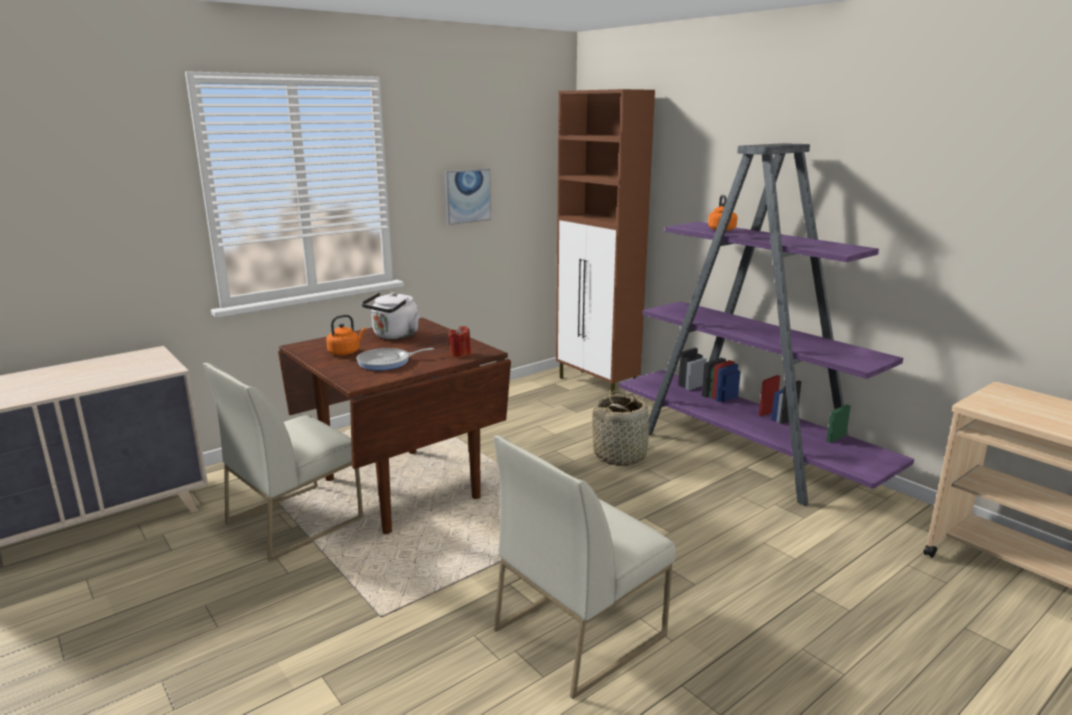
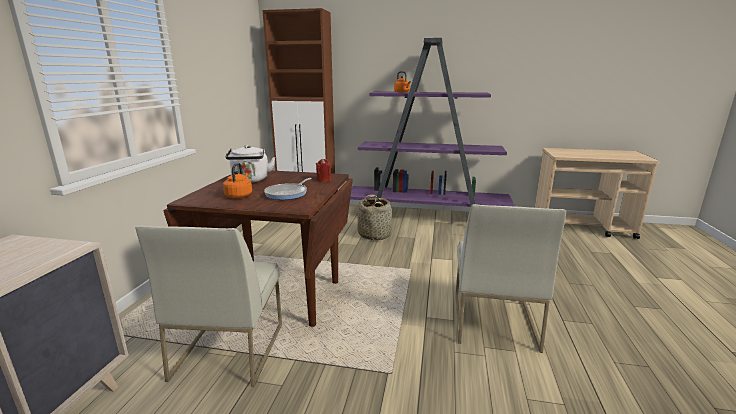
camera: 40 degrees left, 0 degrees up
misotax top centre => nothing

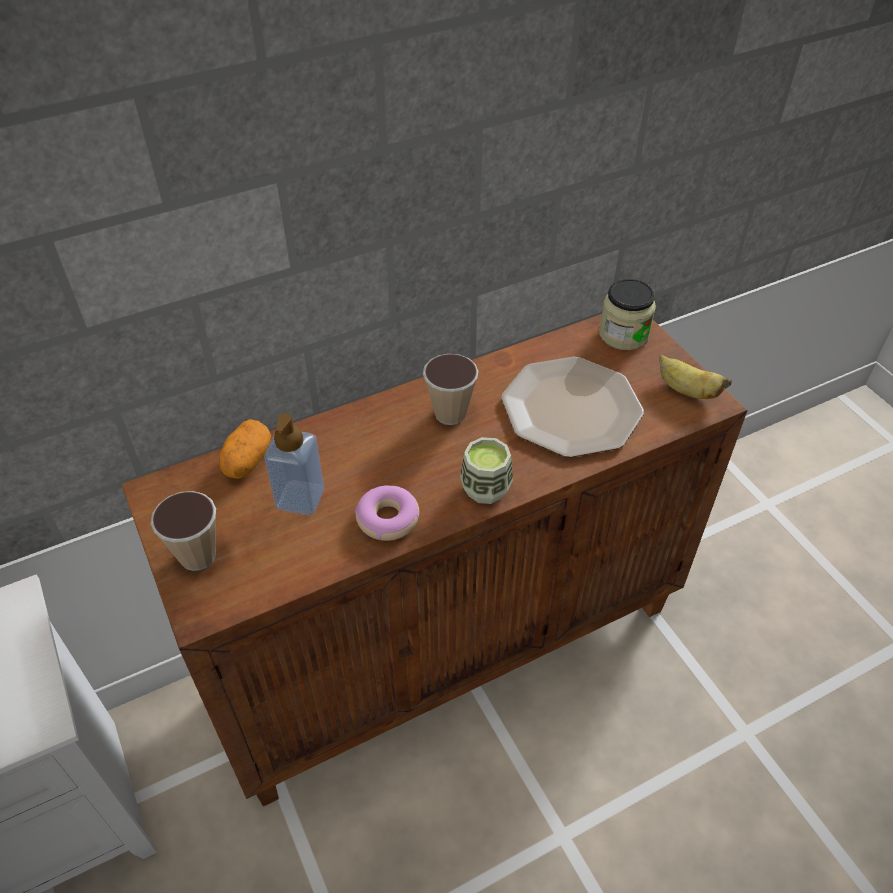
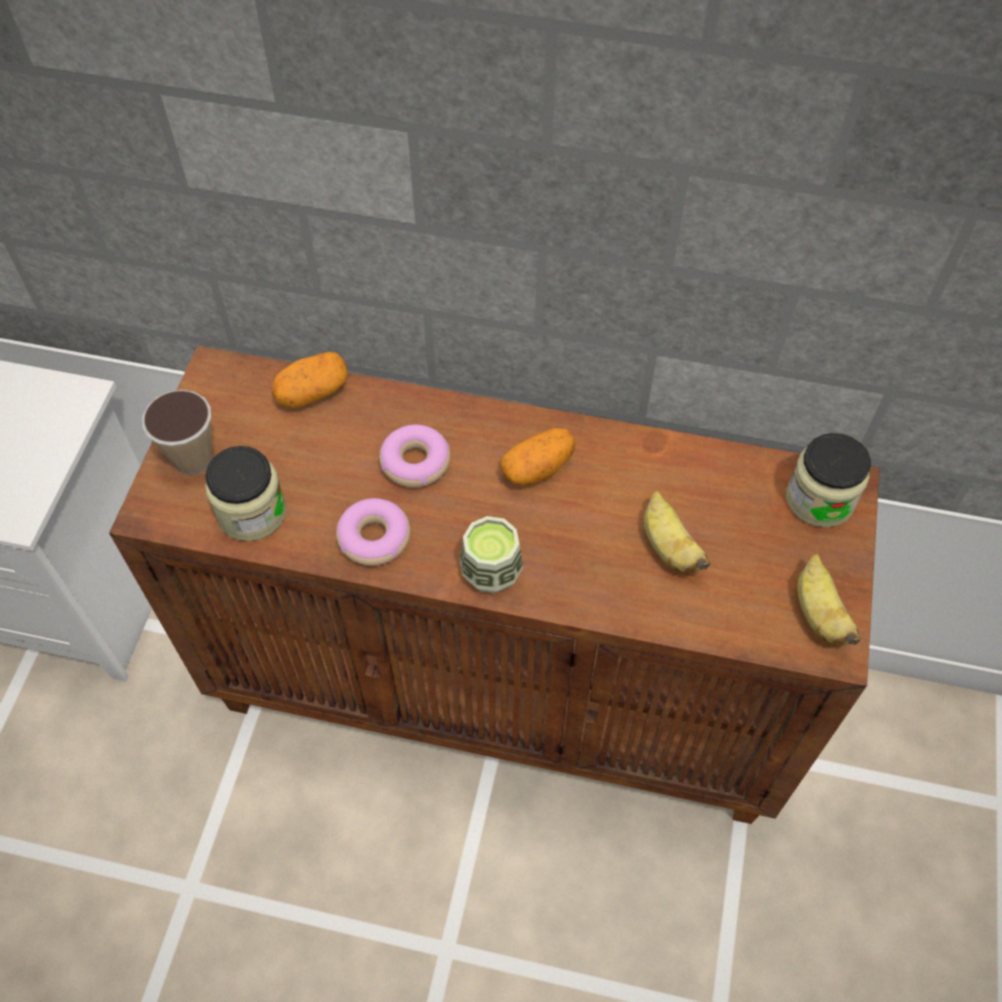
camera: 40 degrees right, 10 degrees up
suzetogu middle left => nothing
nothing => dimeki (1st from left) middle left
nothing => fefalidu (2nd from left) centre
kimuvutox (2nd from left) centre => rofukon (2nd from left) centre
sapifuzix centre => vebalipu (1st from left) middle right

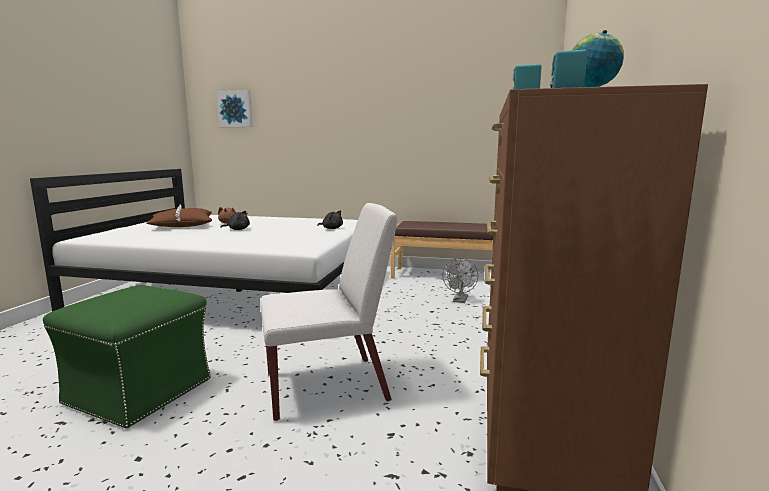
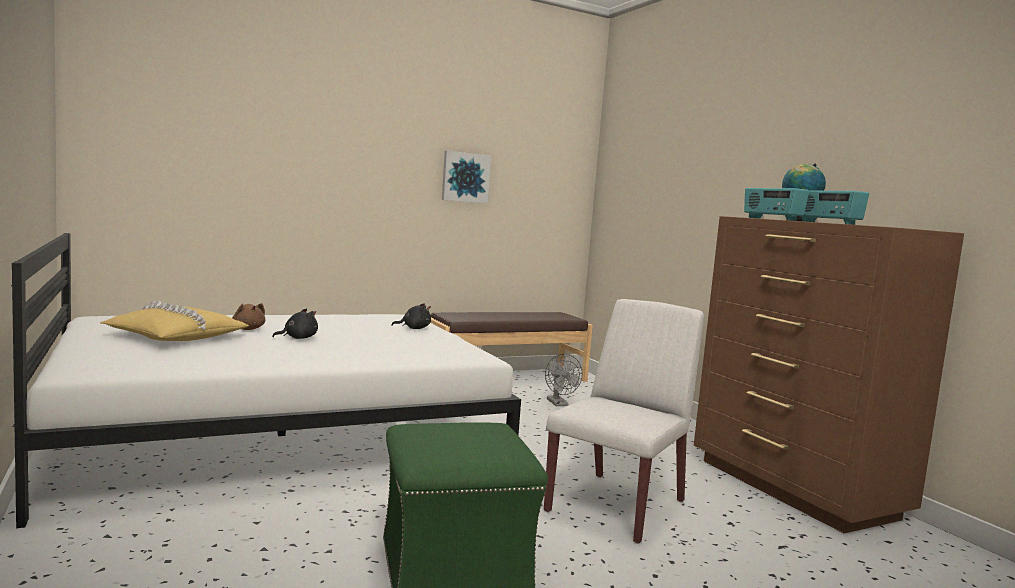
camera: 40 degrees left, 5 degrees down
misotax top left => misotax top centre, moved
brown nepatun middle left => yellow nepatun middle left

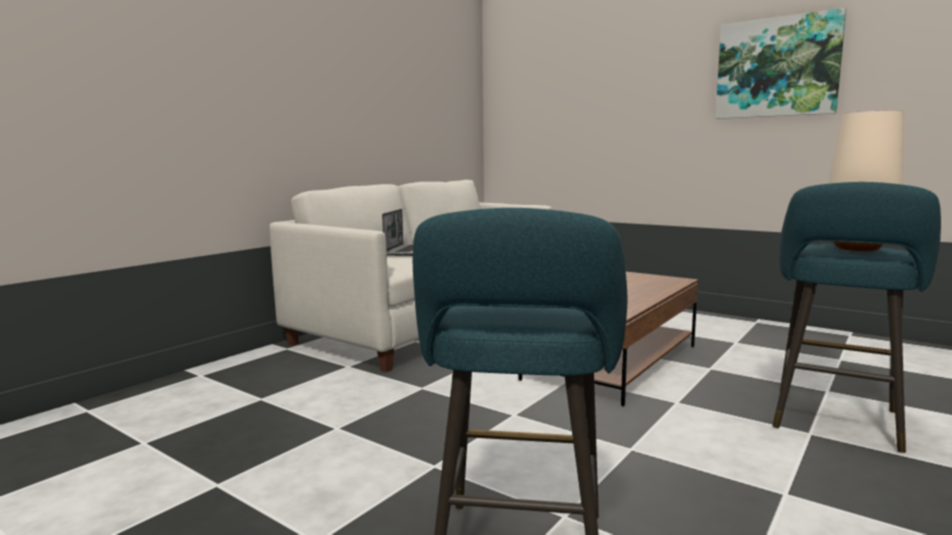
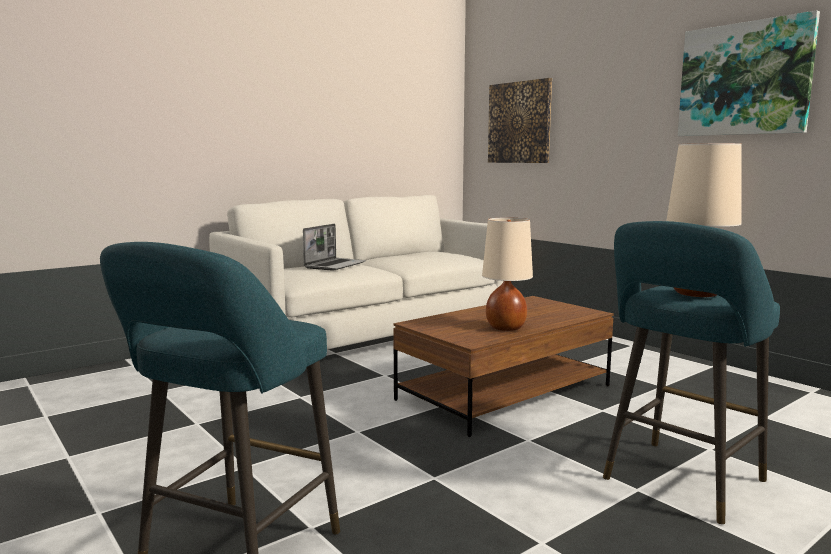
camera: 15 degrees right, 0 degrees up
nothing => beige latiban (1st from left) centre
nothing => misotax (1st from left) top centre

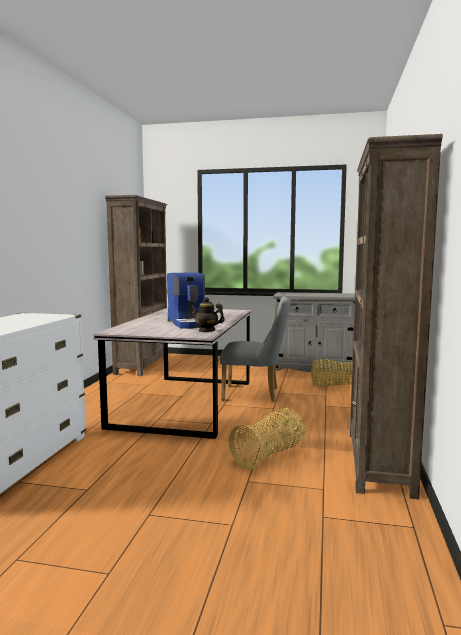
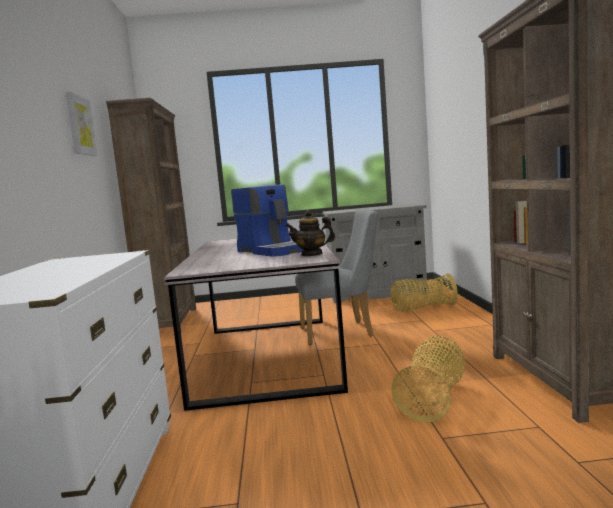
camera: 15 degrees left, 0 degrees up
nothing => misotax top left

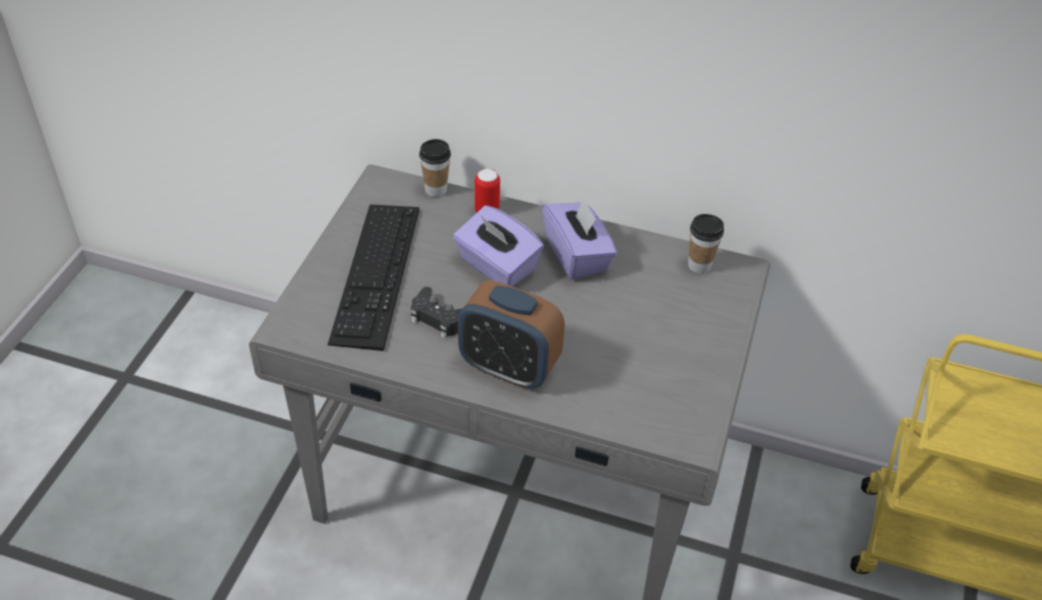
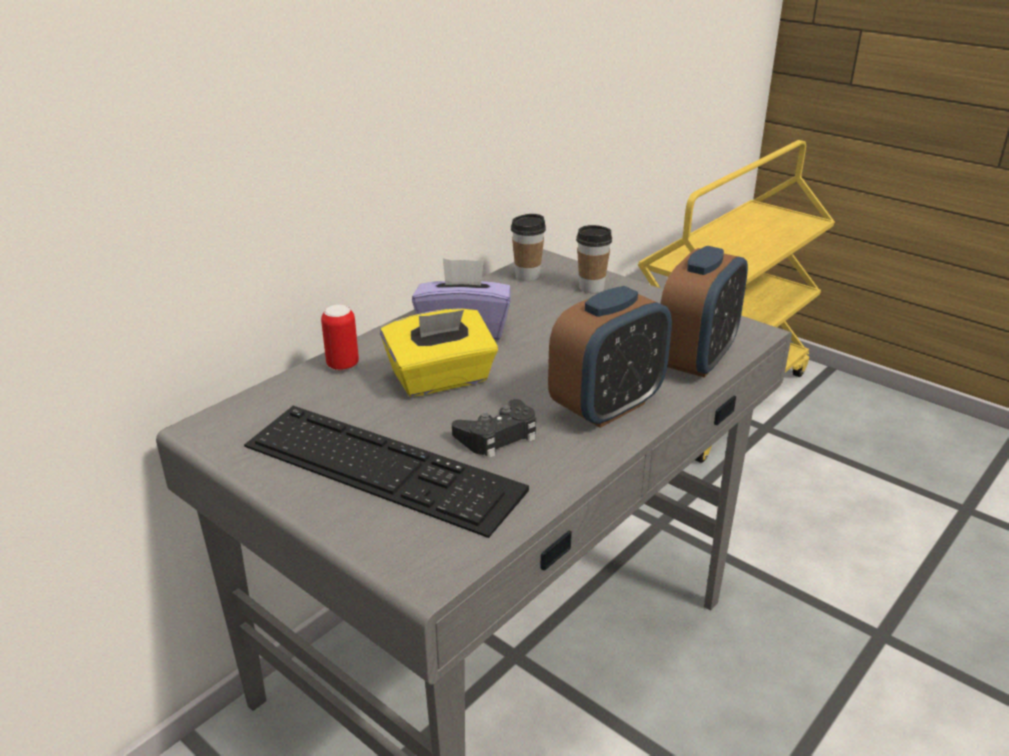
camera: 65 degrees left, 15 degrees down
nothing => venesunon (2nd from left) middle right
kimuvutox (1st from left in the first image) top centre => kimuvutox (2nd from left) centre, moved
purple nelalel (1st from left) centre => yellow nelalel centre

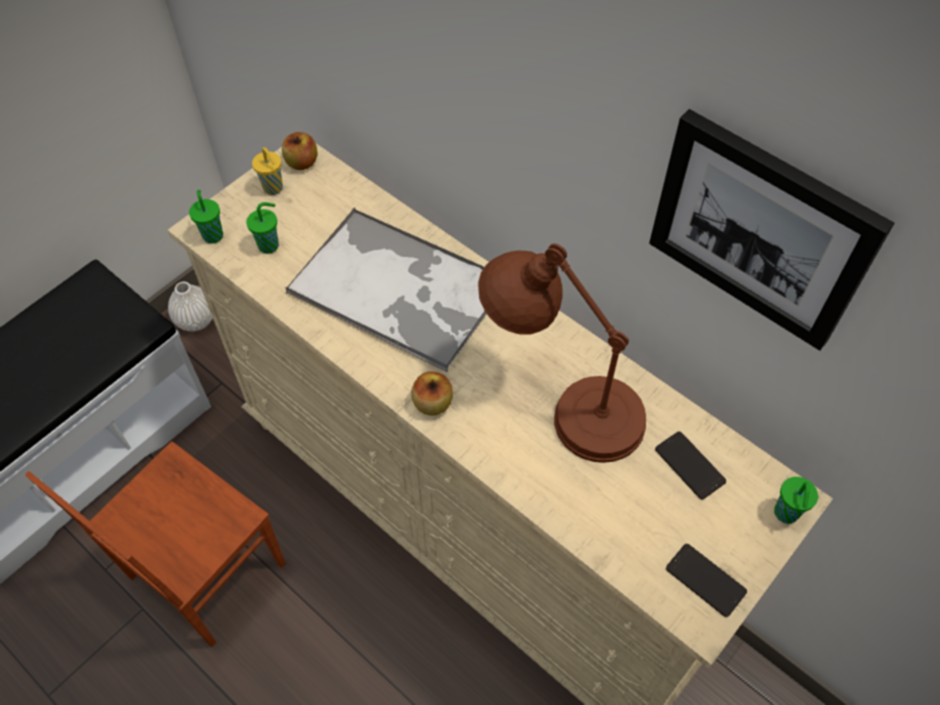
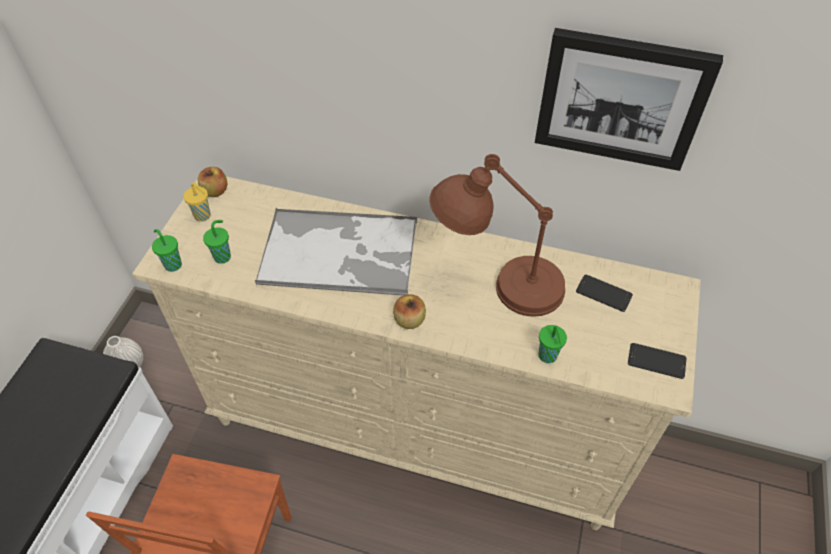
camera: 25 degrees left, 5 degrees down
green kimuvutox (3rd from left) bottom right => green kimuvutox (3rd from left) centre, moved

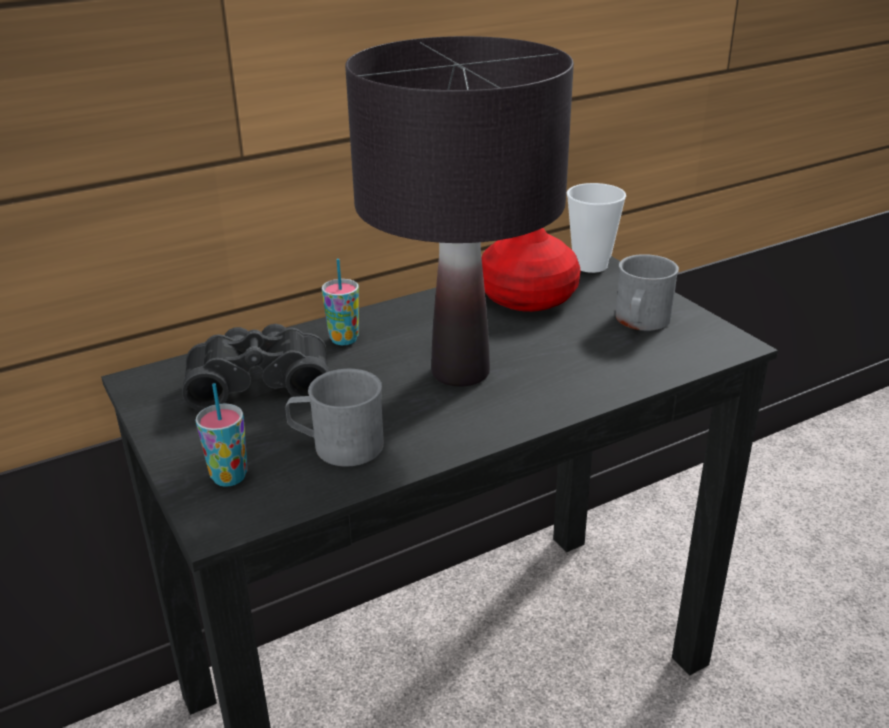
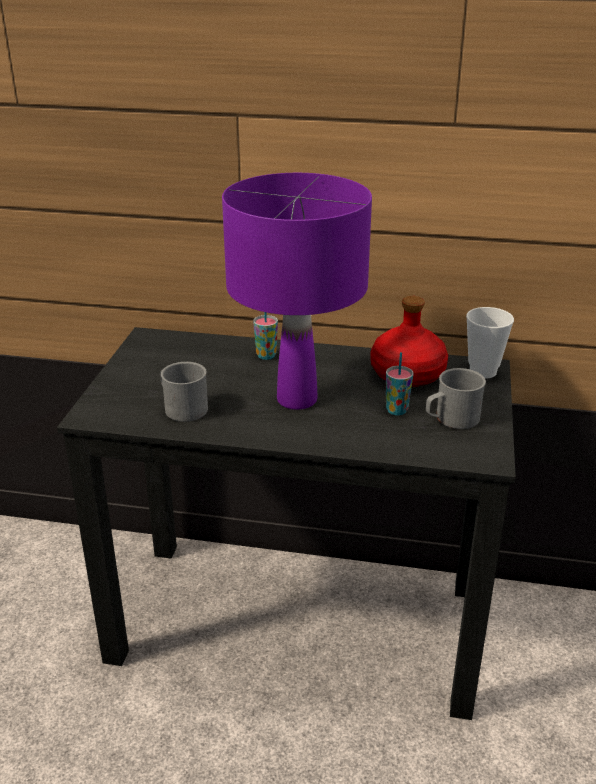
camera: 40 degrees right, 0 degrees up
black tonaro middle left => nothing
kimuvutox (1st from left in the first image) middle left => kimuvutox (2nd from left) middle right, moved
black latiban top centre => purple latiban centre

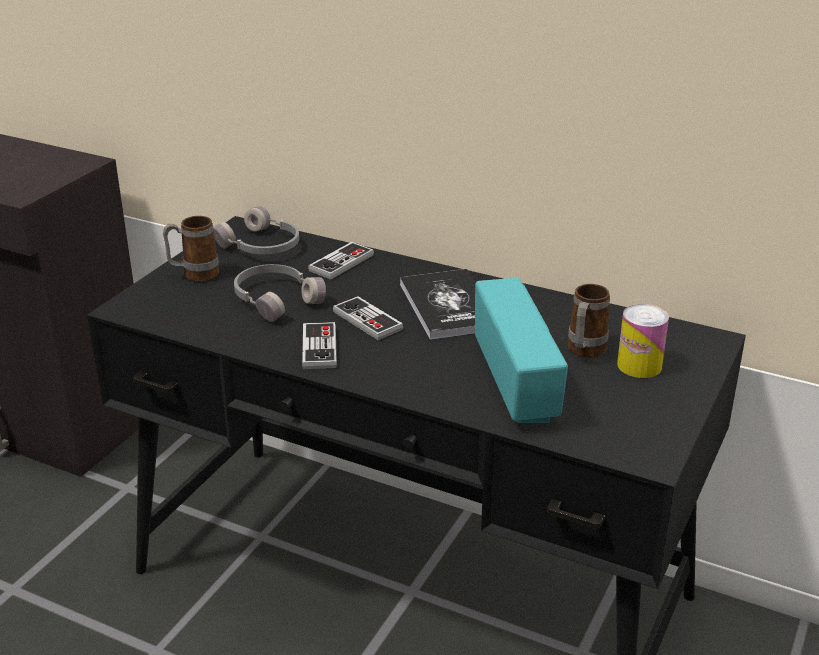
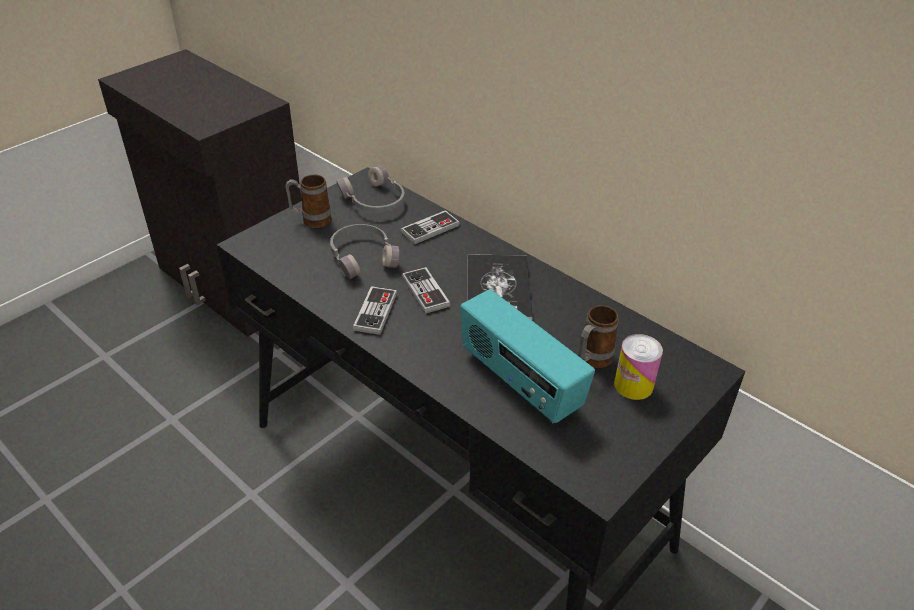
camera: 15 degrees right, 10 degrees up
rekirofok centre, 135 degrees clockwise

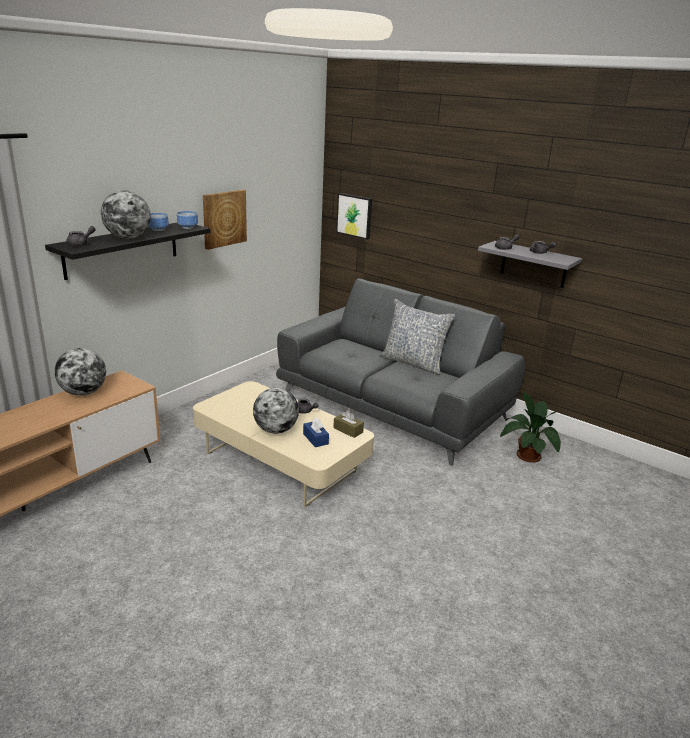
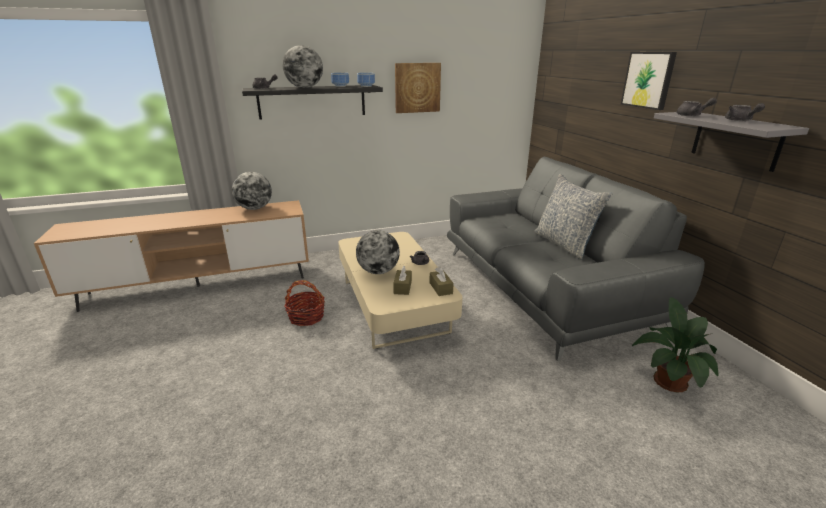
camera: 35 degrees right, 0 degrees up
nothing => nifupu centre
misotax (2nd from left) top centre => misotax (2nd from left) top right, moved
blue nelalel centre => brown nelalel (1st from left) centre

